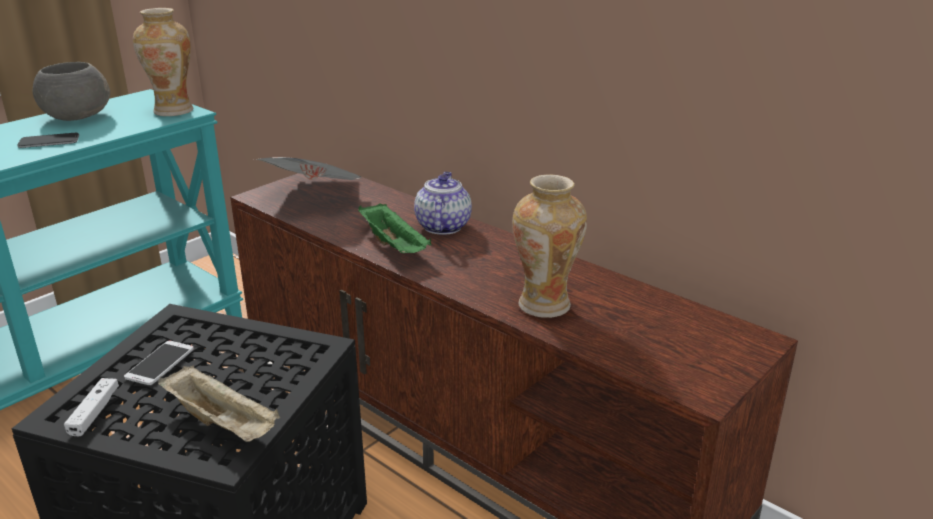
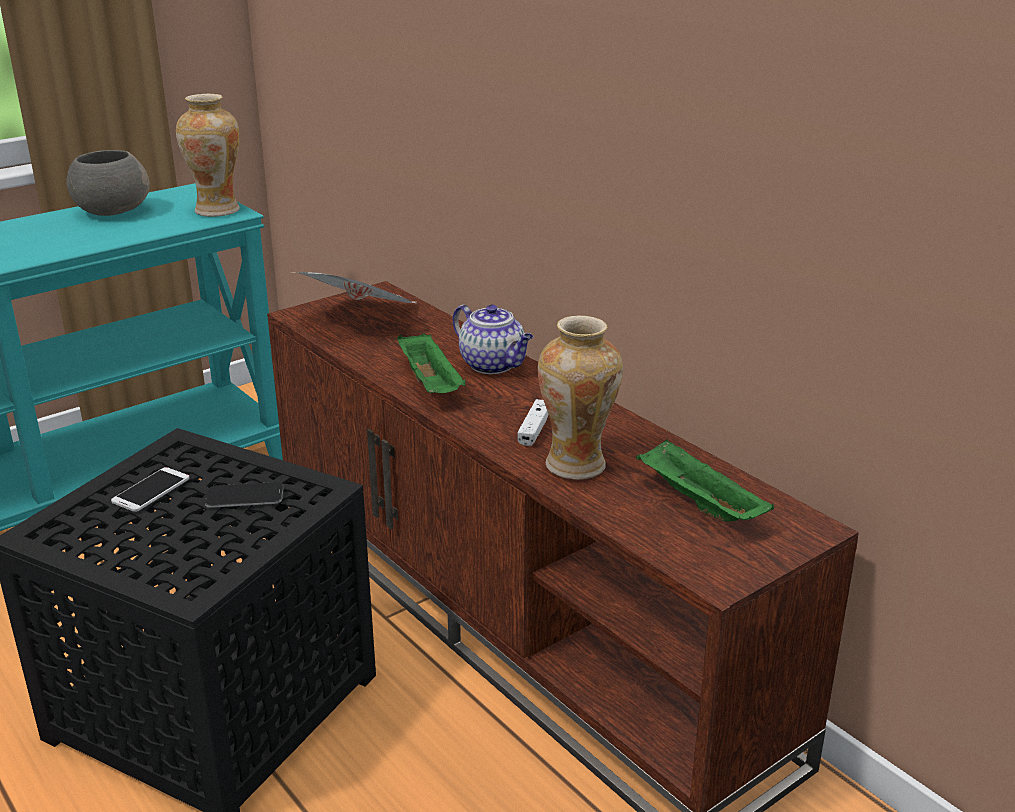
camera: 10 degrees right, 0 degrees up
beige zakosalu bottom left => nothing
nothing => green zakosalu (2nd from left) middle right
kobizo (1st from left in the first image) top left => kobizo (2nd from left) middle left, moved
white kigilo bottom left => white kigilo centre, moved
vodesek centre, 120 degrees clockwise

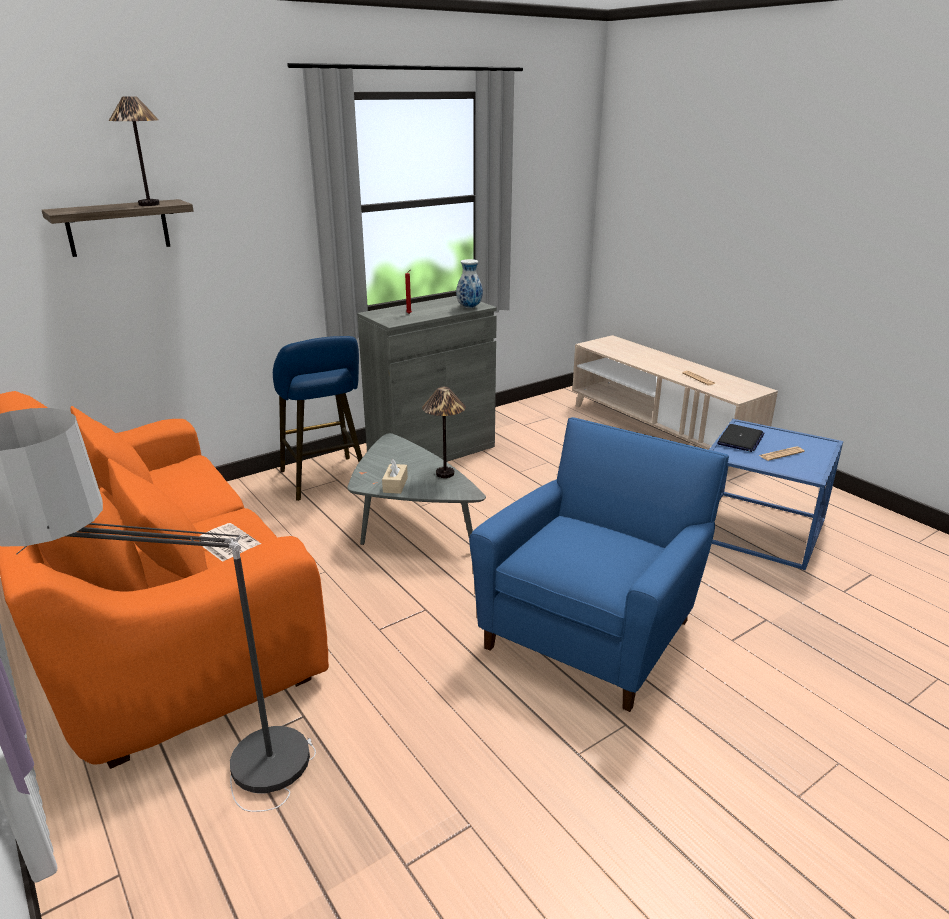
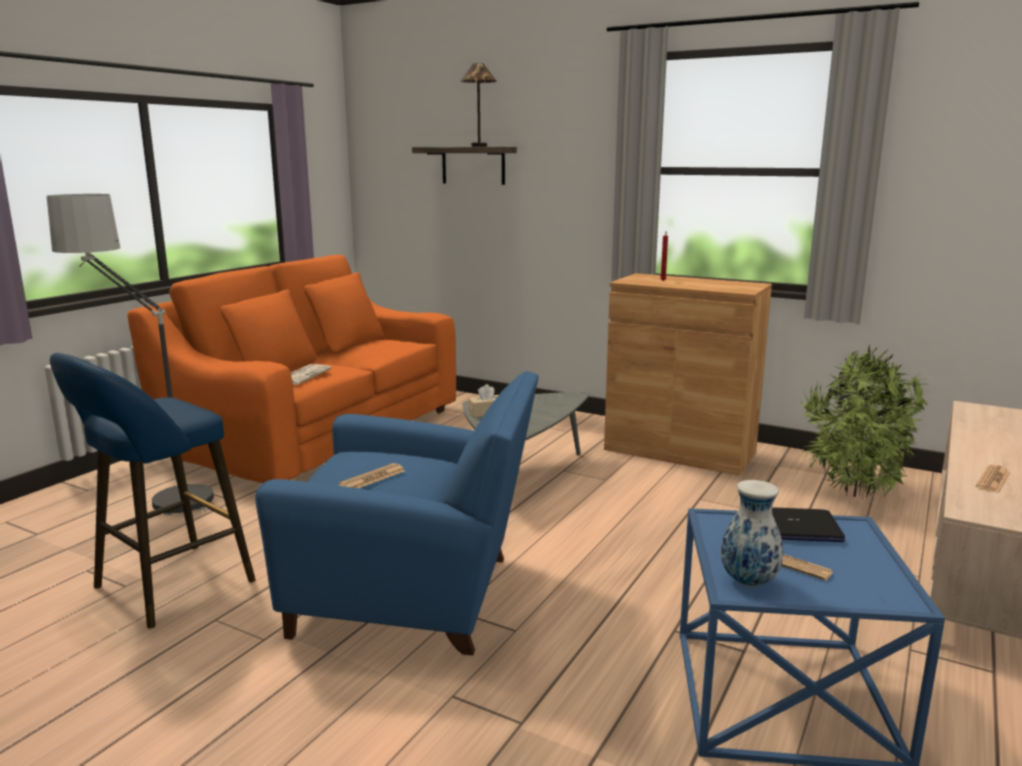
camera: 65 degrees right, 10 degrees down
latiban (2nd from left) centre => nothing
nothing => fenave (2nd from left) centre
nothing => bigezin middle right
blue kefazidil centre => blue kefazidil middle left, moved
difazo top centre => difazo bottom right, moved
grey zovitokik centre => brown zovitokik middle right

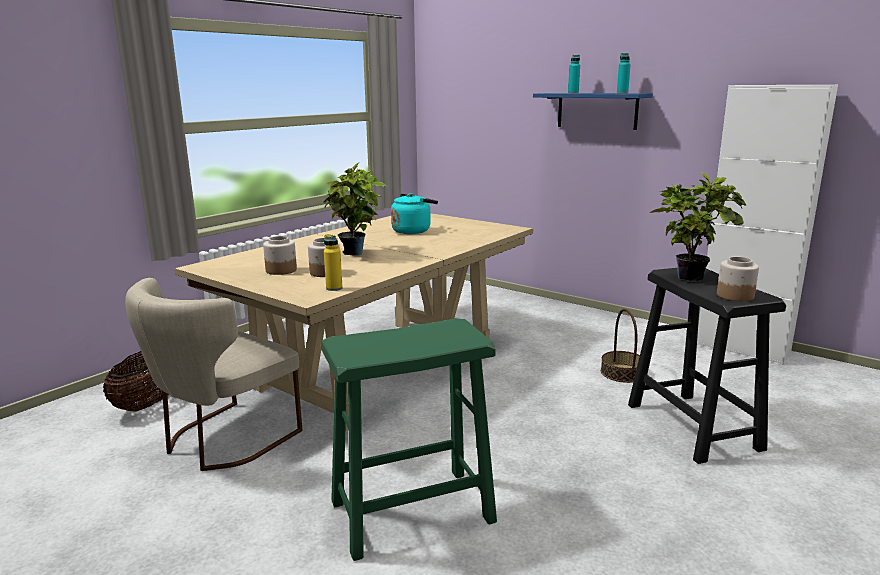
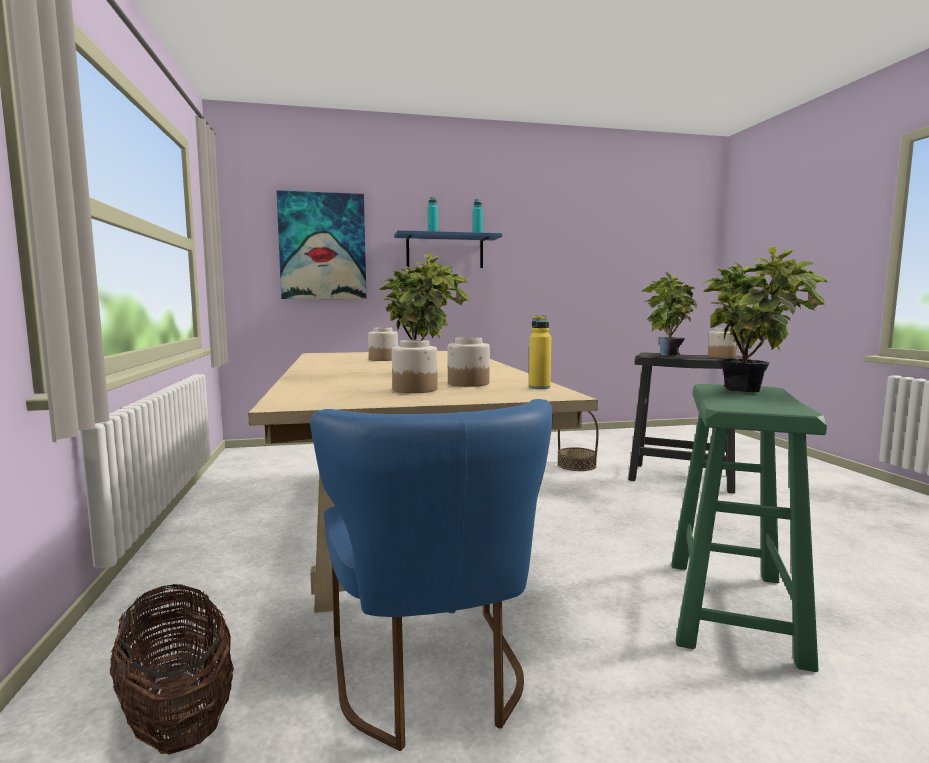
camera: 50 degrees left, 10 degrees down
white zovitokik middle right => nothing
nothing => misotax top centre
nothing => bigezin (3rd from left) middle right
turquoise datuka centre => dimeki (1st from left) centre
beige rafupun middle left => blue rafupun bottom centre

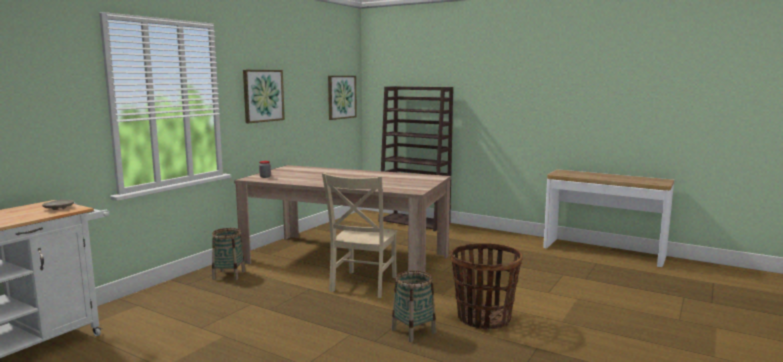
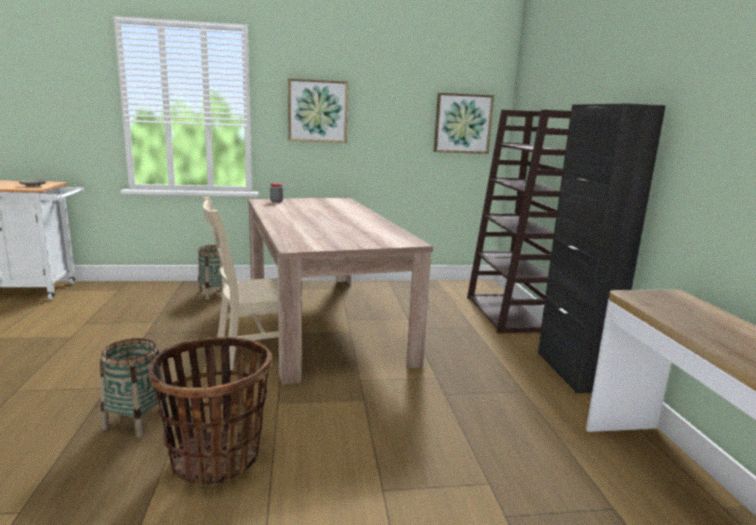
camera: 50 degrees right, 5 degrees up
nothing => black zovitokik middle right

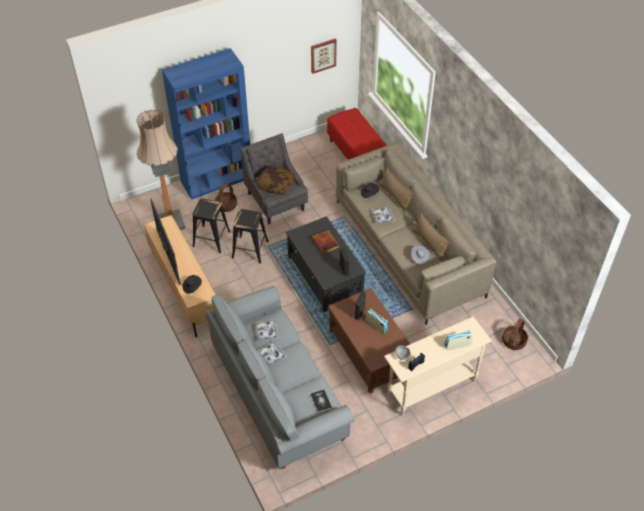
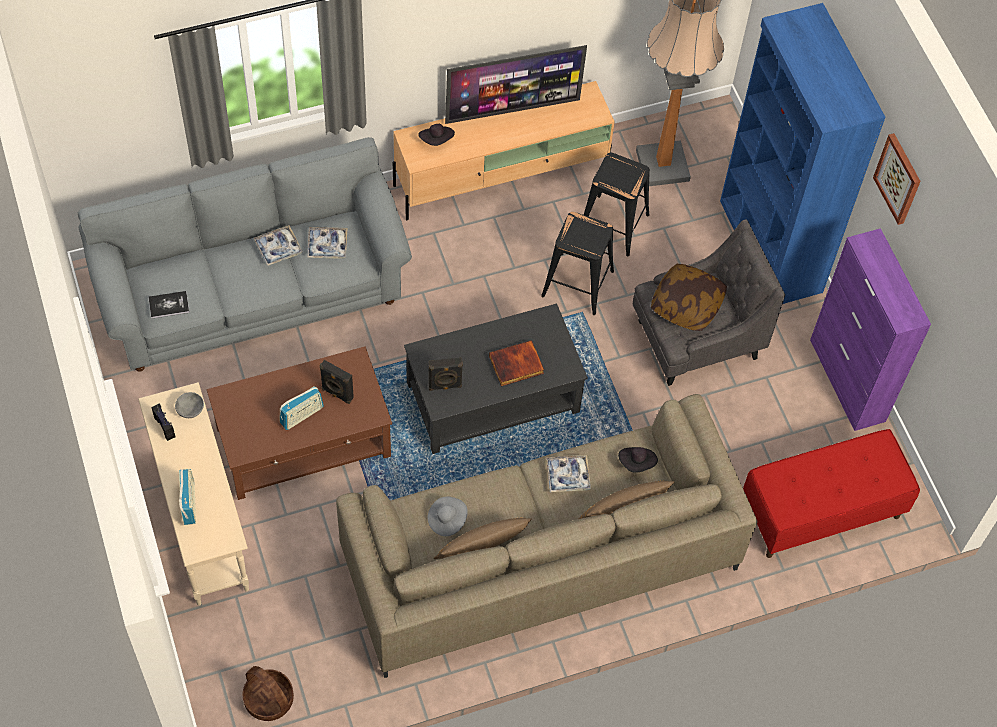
camera: 95 degrees right, 10 degrees up
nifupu (1st from left) centre => nothing
nothing => purple zovitokik middle right
misotax top centre => misotax top right, moved

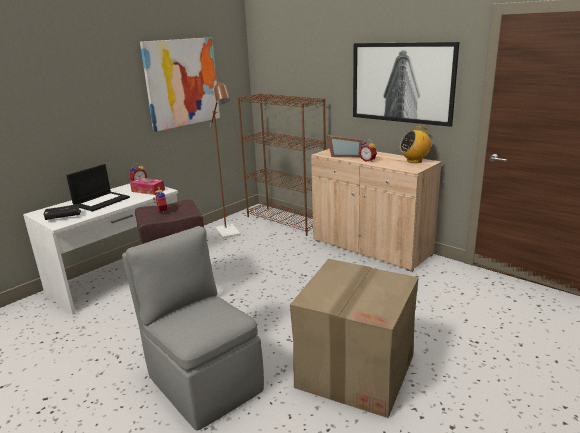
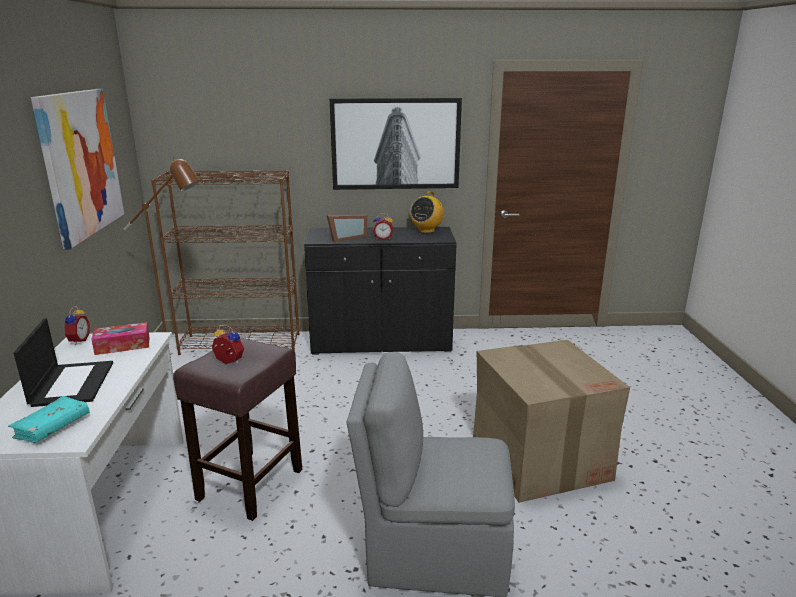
camera: 45 degrees left, 0 degrees up
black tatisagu middle left => turquoise tatisagu bottom left
beige zovitokik centre => black zovitokik centre

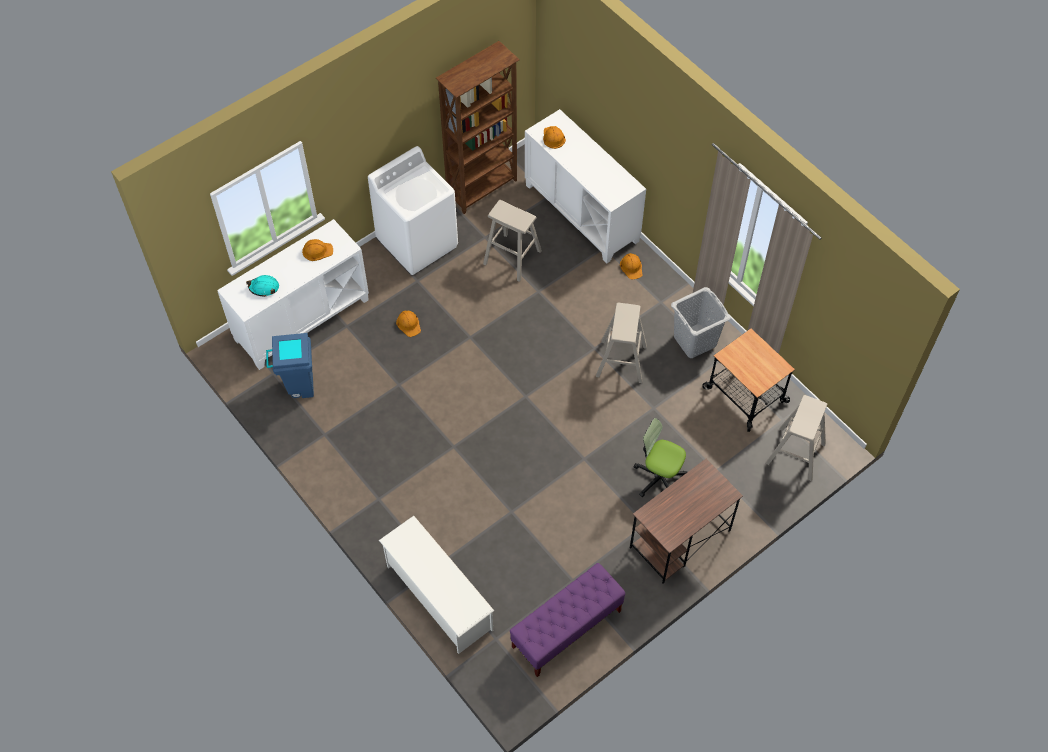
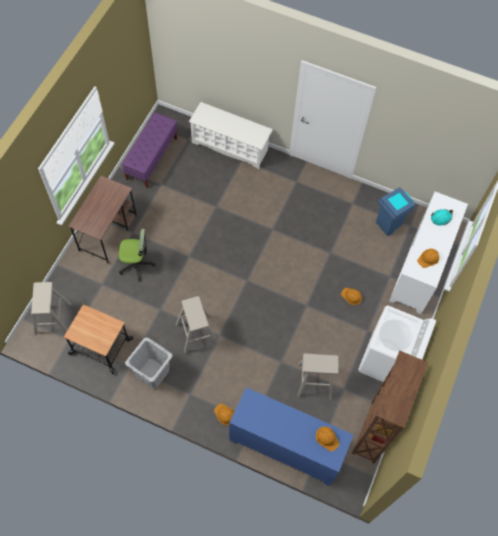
camera: 150 degrees right, 5 degrees up
white zovitokik (2nd from left) top centre => blue zovitokik bottom centre

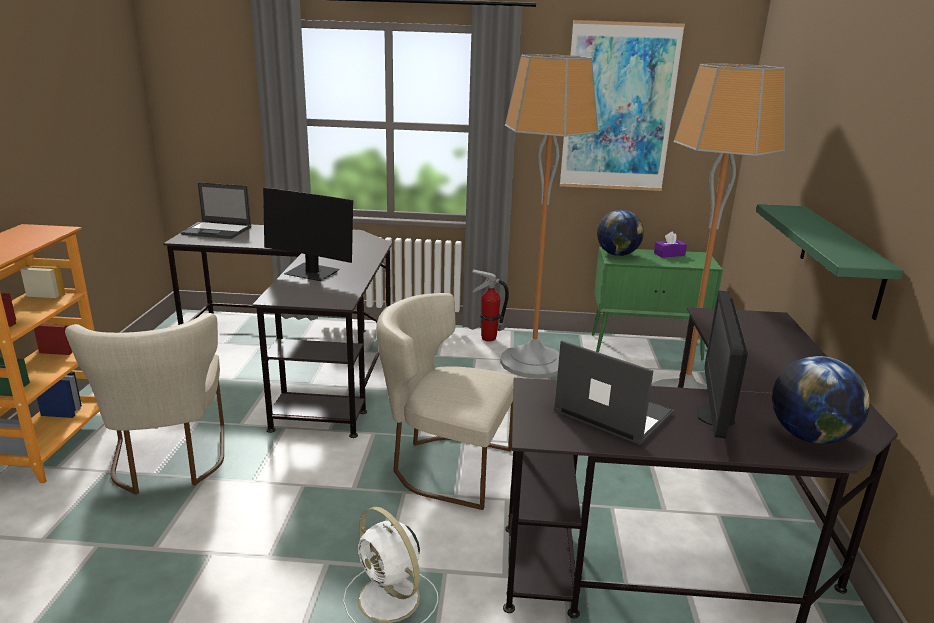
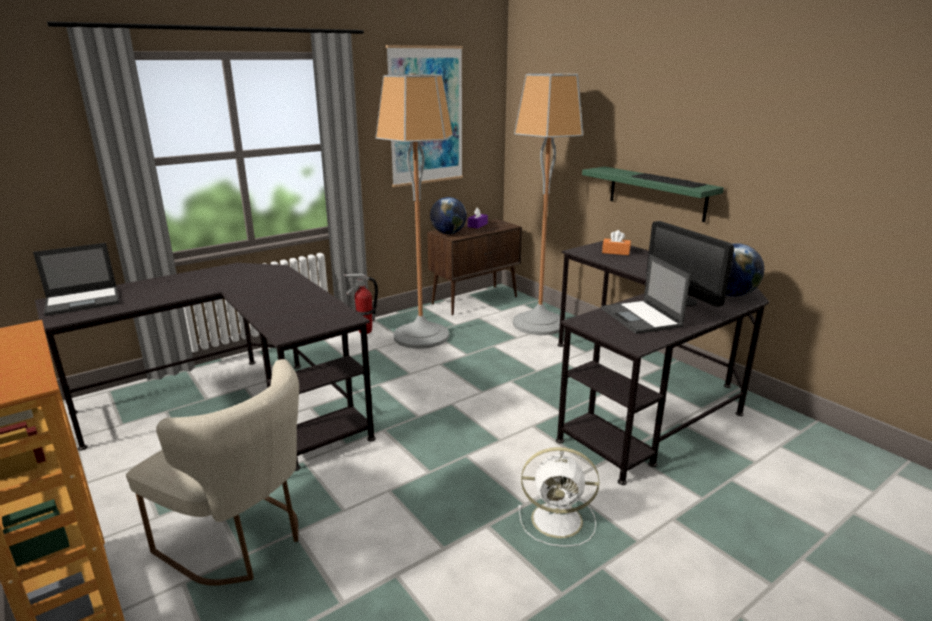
camera: 40 degrees left, 0 degrees up
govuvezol (1st from left) middle left => nothing
beige rafupun (2nd from left) centre => nothing
nothing => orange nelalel centre
nothing => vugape top right
green zovitokik middle right => brown zovitokik centre
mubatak (2nd from left) centre => mubatak (2nd from left) middle right, 105 degrees counterclockwise

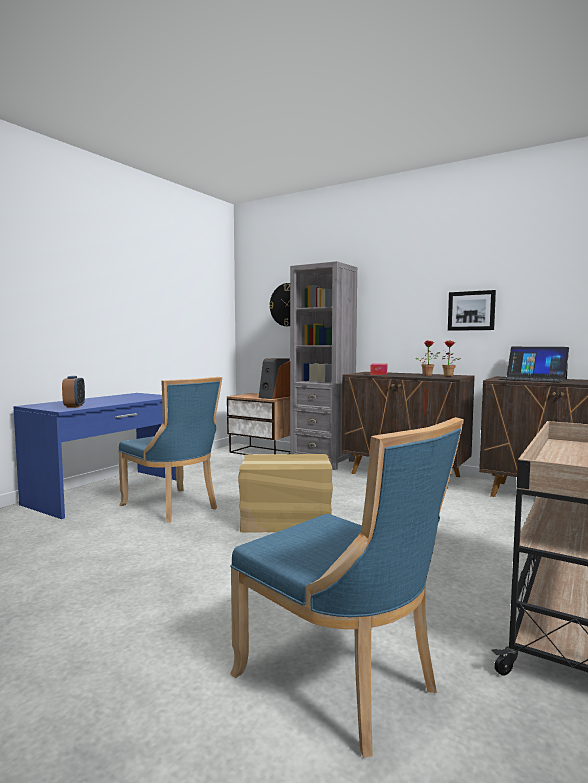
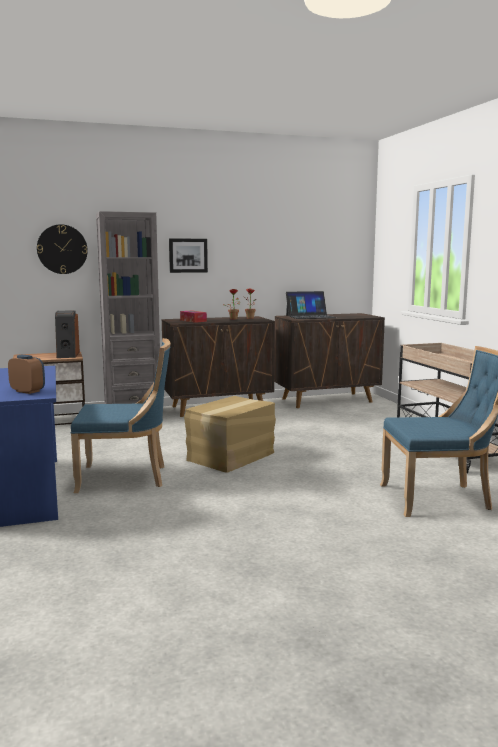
camera: 50 degrees left, 5 degrees up
misotax middle right => misotax centre, moved

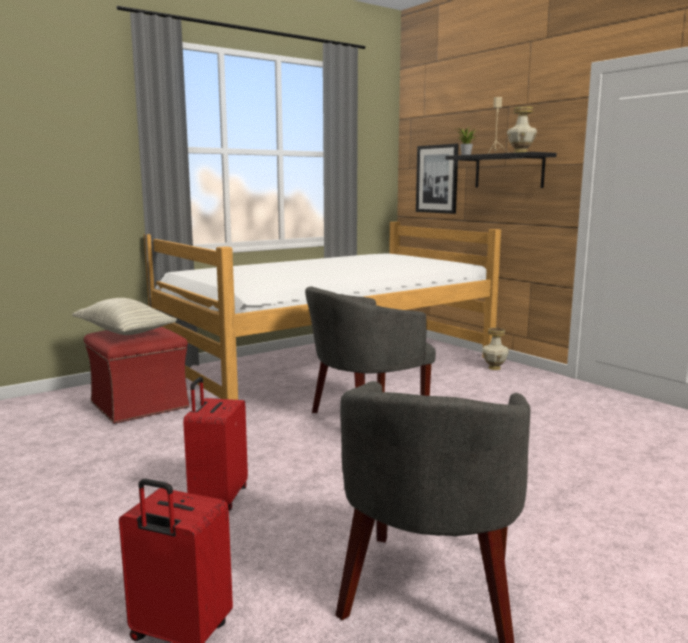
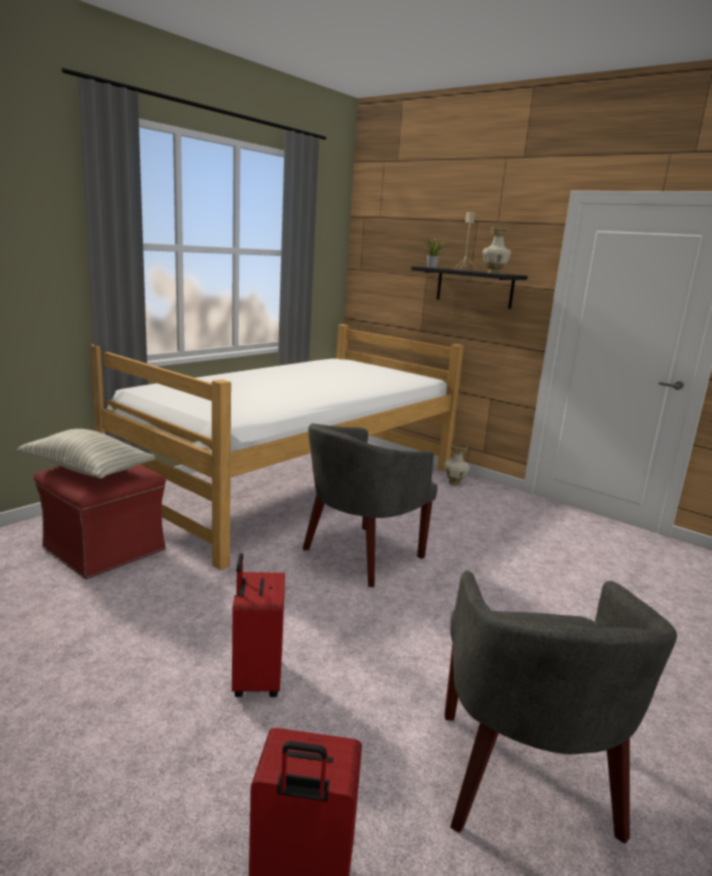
camera: 15 degrees left, 5 degrees up
misotax top centre => nothing

